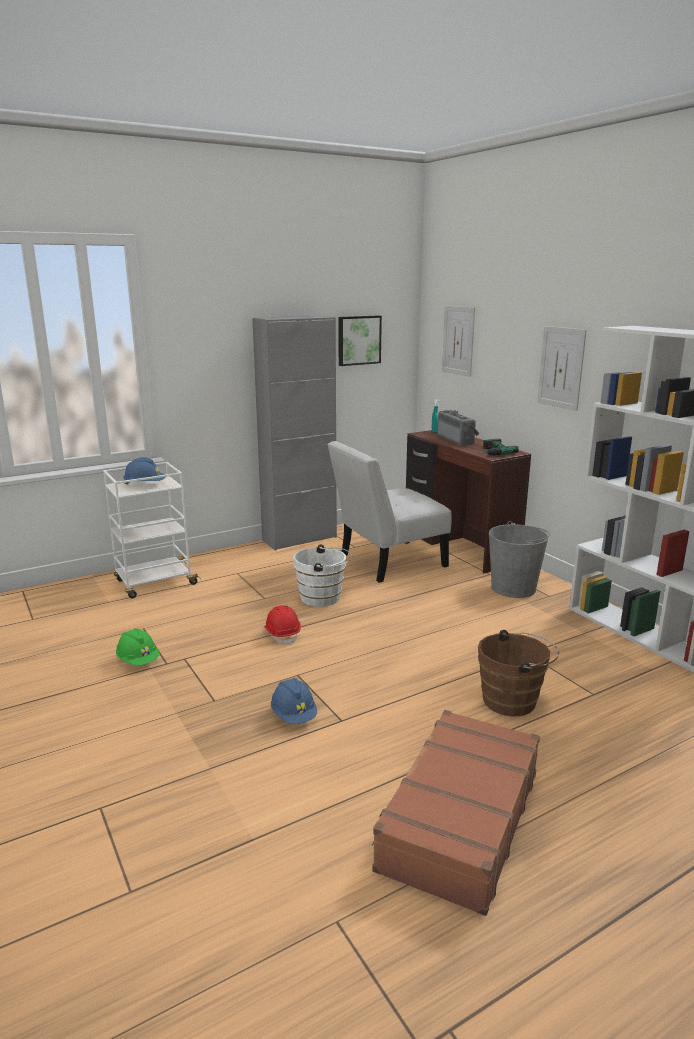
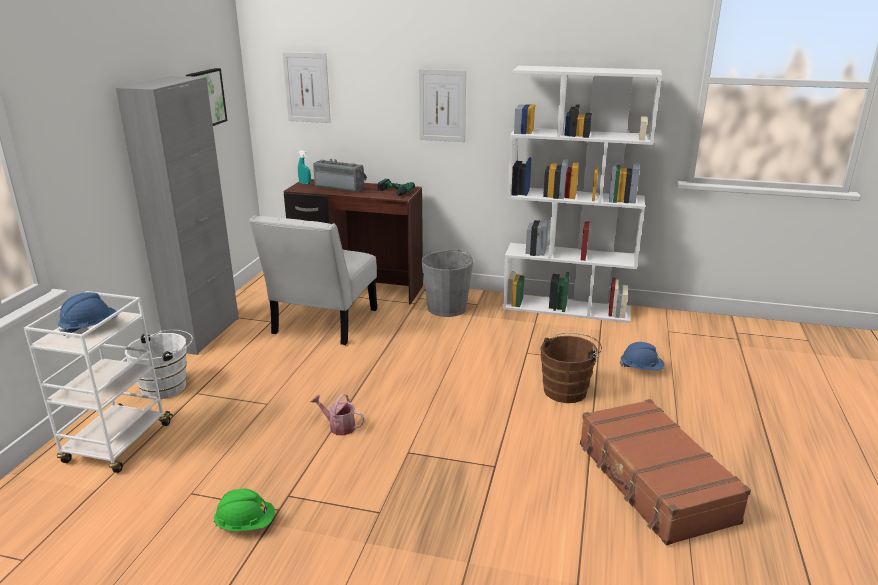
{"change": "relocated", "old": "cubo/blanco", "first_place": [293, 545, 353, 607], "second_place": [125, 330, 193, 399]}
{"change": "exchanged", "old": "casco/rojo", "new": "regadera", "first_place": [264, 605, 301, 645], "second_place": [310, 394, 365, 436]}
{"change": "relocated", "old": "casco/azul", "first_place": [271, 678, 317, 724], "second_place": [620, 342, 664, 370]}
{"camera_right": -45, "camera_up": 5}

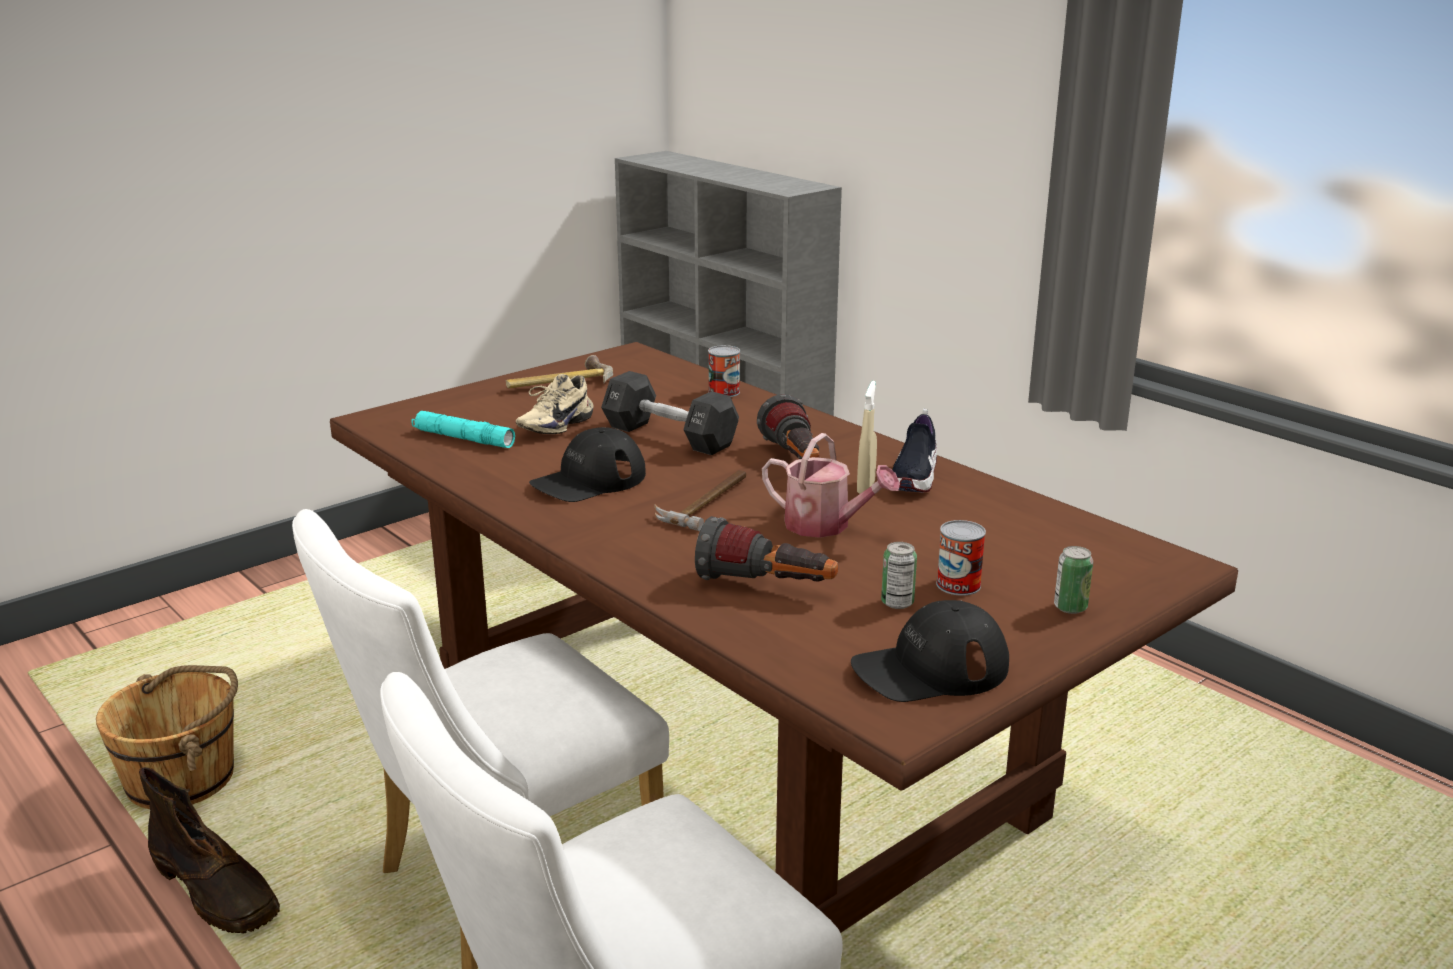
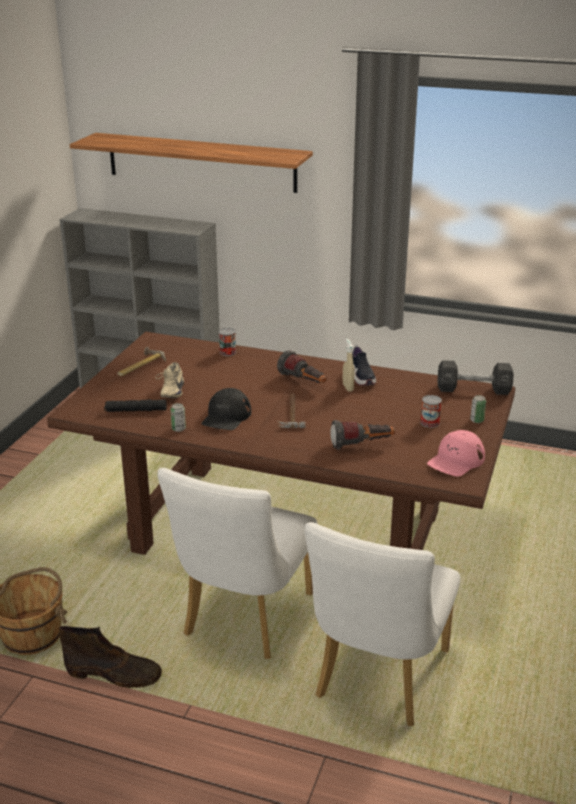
{"change": "appeared", "new": "estante", "second_place": [70, 133, 313, 193]}
{"change": "colour", "old": "linterna/turquesa", "new": "linterna/negro", "first_place": [412, 411, 515, 448], "second_place": [104, 399, 167, 412]}
{"change": "relocated", "old": "lata", "first_place": [881, 542, 917, 609], "second_place": [171, 403, 186, 432]}
{"change": "colour", "old": "gorra/negro", "new": "gorra/rosa", "first_place": [851, 600, 1009, 702], "second_place": [427, 430, 485, 477]}
{"change": "relocated", "old": "mancuerna/negro", "first_place": [601, 371, 739, 455], "second_place": [437, 360, 514, 395]}
{"change": "missing", "old": "regadera", "first_place": [762, 433, 900, 538]}
{"camera_right": -30, "camera_up": 5}

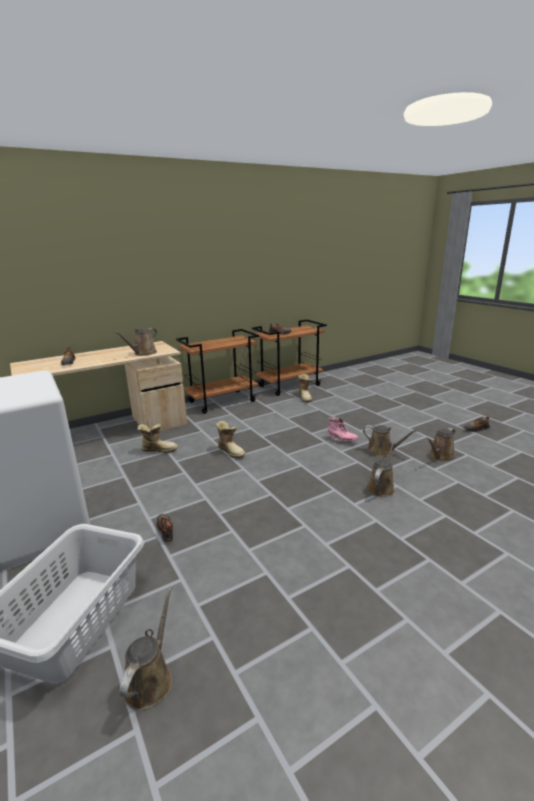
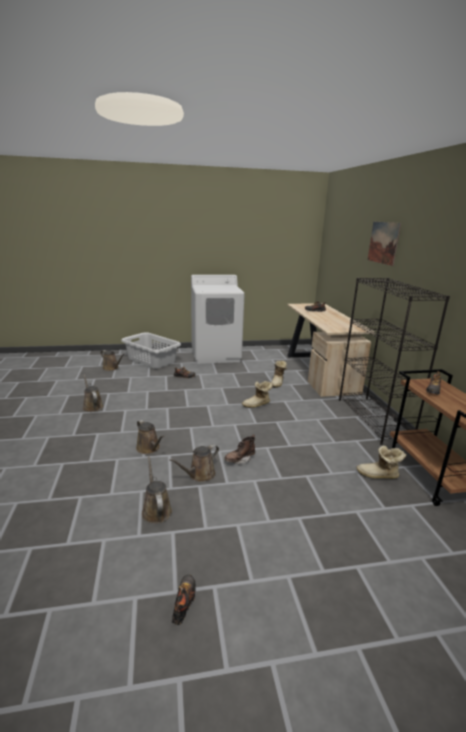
{"change": "relocated", "old": "regadera/marrón", "first_place": [114, 328, 157, 356], "second_place": [83, 374, 104, 412]}
{"change": "colour", "old": "bota/rosa", "new": "bota/marrón", "first_place": [328, 417, 358, 443], "second_place": [224, 435, 255, 464]}
{"change": "exchanged", "old": "carrito/marrón", "new": "estantería/negro", "first_place": [176, 329, 259, 414], "second_place": [339, 278, 450, 445]}
{"change": "appeared", "new": "cuadro", "second_place": [368, 222, 401, 266]}
{"camera_right": 110, "camera_up": 0}

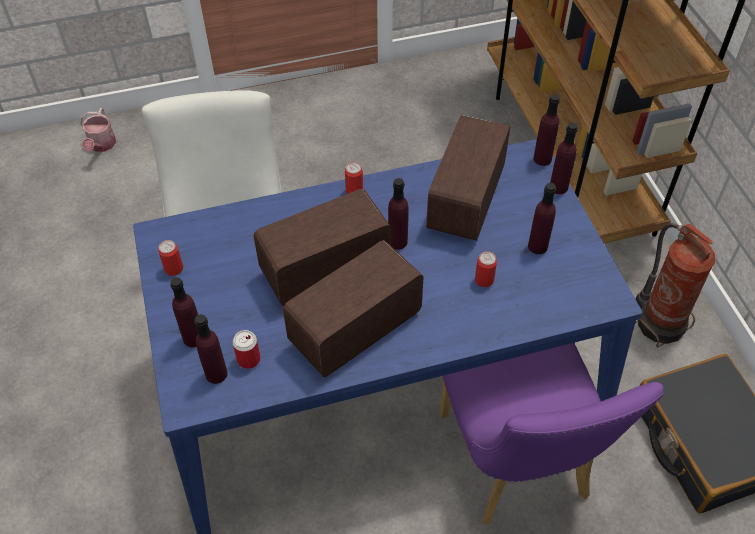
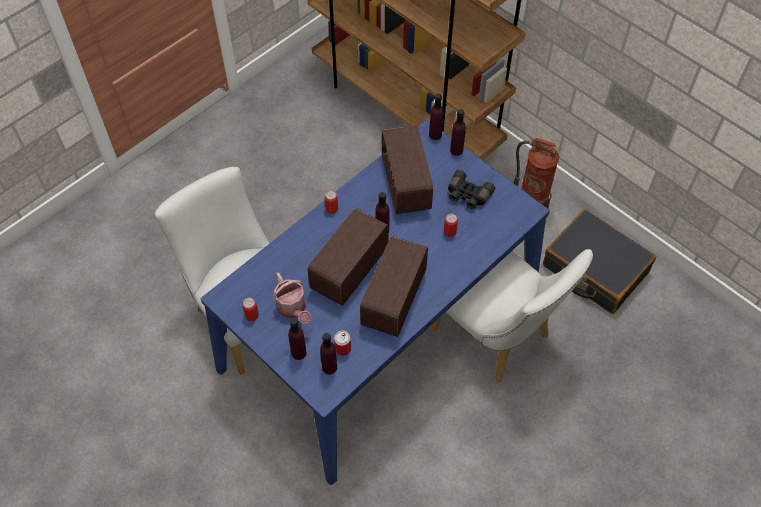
{"change": "relocated", "old": "regadera", "first_place": [81, 108, 116, 152], "second_place": [273, 272, 311, 325]}
{"change": "colour", "old": "silla/morado", "new": "silla/blanco", "first_place": [439, 343, 664, 525], "second_place": [431, 249, 593, 383]}
{"change": "exchanged", "old": "botella/morado", "new": "prismáticos/negro", "first_place": [528, 183, 556, 254], "second_place": [448, 170, 495, 209]}
{"camera_right": -30, "camera_up": 5}

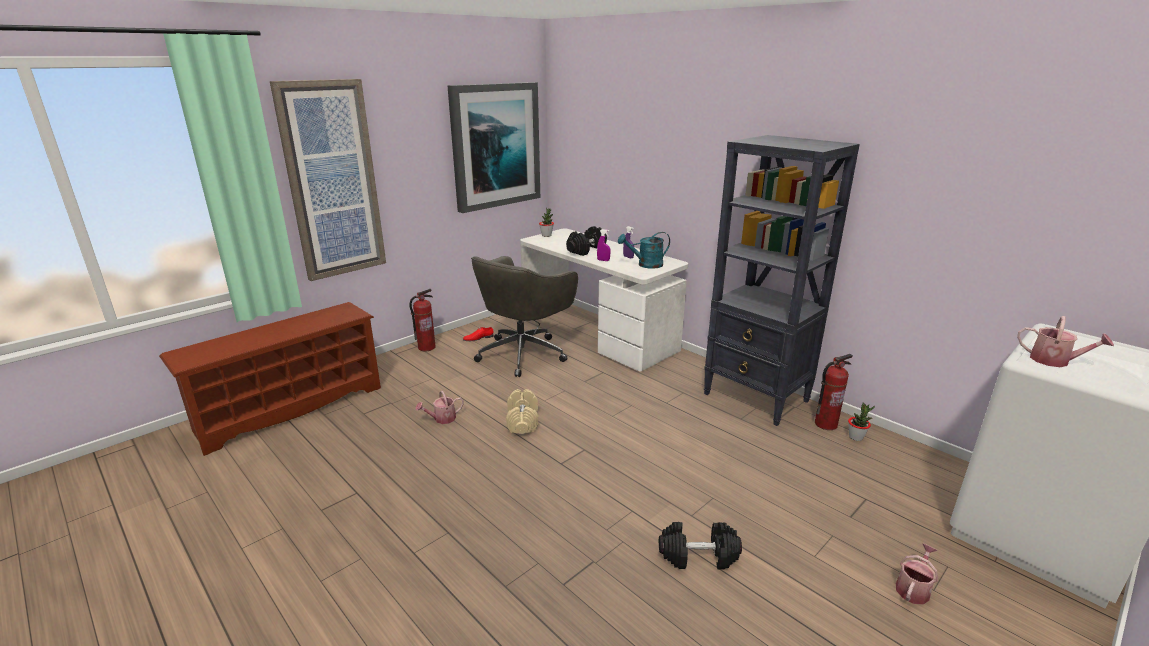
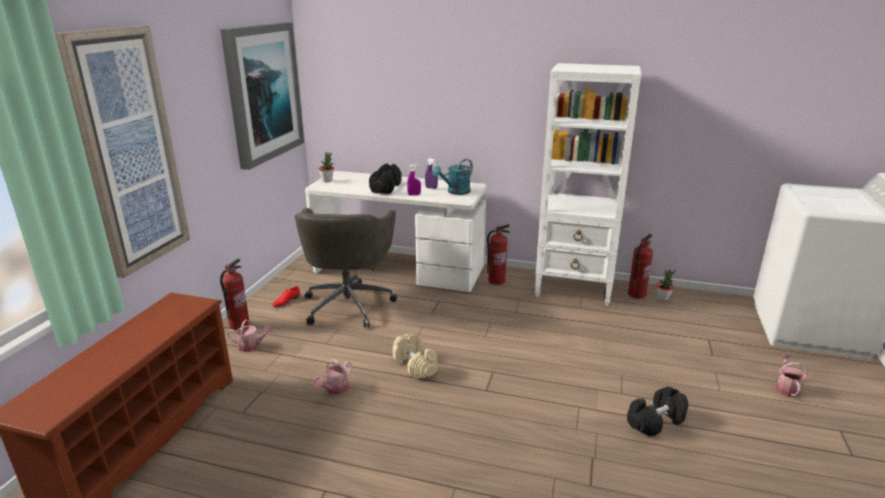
{"change": "relocated", "old": "regadera", "first_place": [1017, 316, 1114, 367], "second_place": [227, 319, 273, 352]}
{"change": "appeared", "new": "extintor", "second_place": [487, 224, 510, 285]}
{"change": "colour", "old": "estantería/negro", "new": "estantería/blanco", "first_place": [704, 135, 860, 426], "second_place": [535, 63, 641, 306]}
{"camera_right": -30, "camera_up": 0}

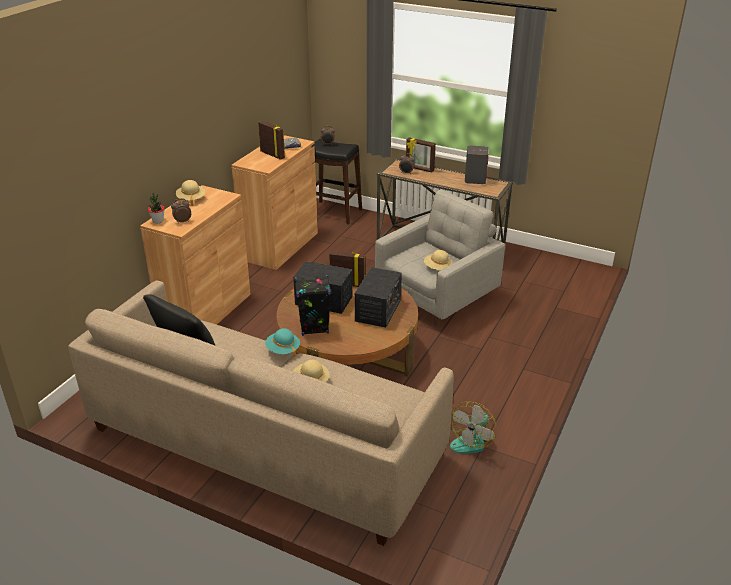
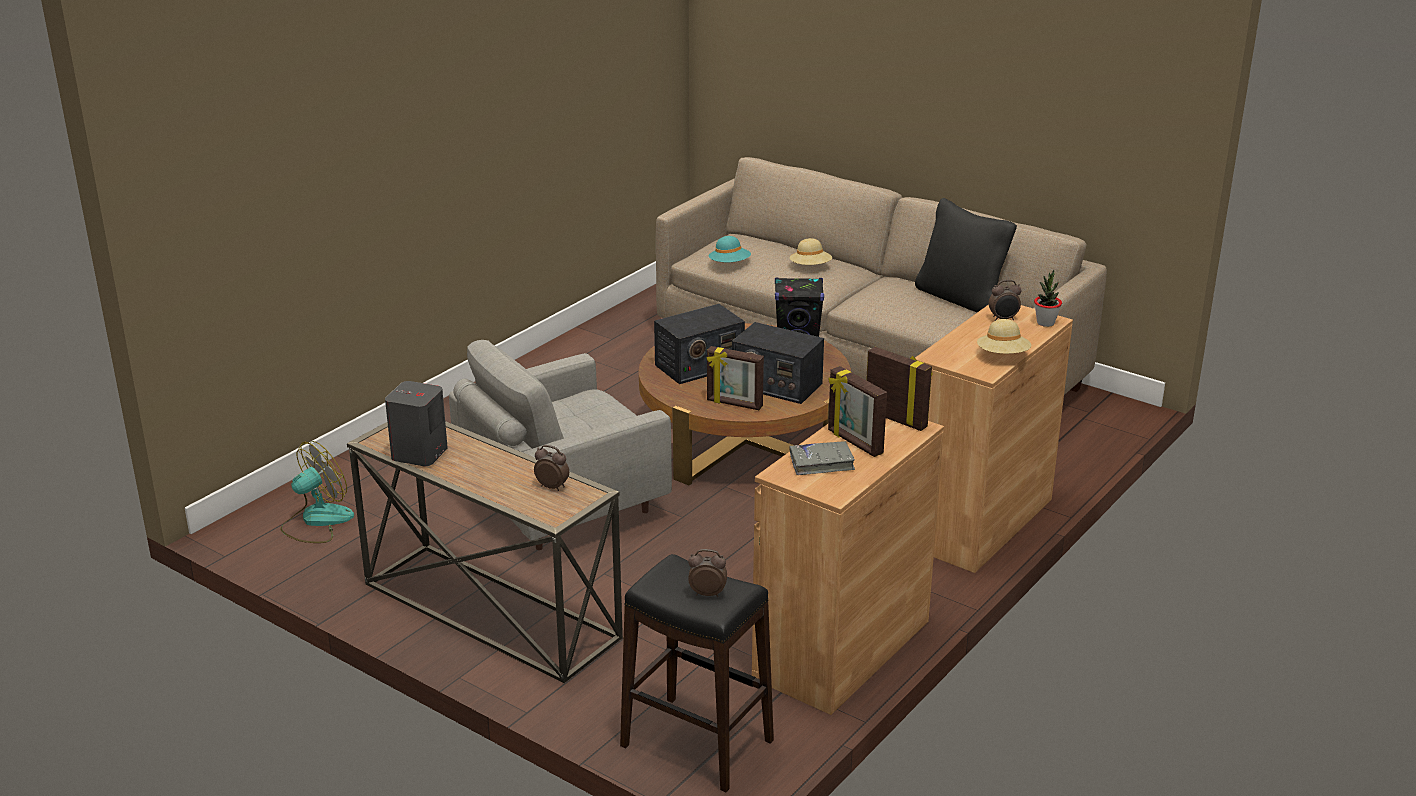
{"change": "relocated", "old": "ventilador", "first_place": [450, 401, 496, 454], "second_place": [280, 441, 354, 543]}
{"change": "spun", "old": "radio", "first_place": [355, 267, 402, 327], "second_place": [654, 304, 745, 384], "degrees": -150}
{"change": "relocated", "old": "sombrero/turquesa", "first_place": [265, 328, 300, 357], "second_place": [709, 236, 751, 262]}
{"change": "relocated", "old": "portarretratos", "first_place": [406, 137, 436, 173], "second_place": [866, 347, 933, 431]}
{"change": "missing", "old": "sombrero/beis", "first_place": [424, 250, 453, 270]}
{"camera_right": -170, "camera_up": -5}

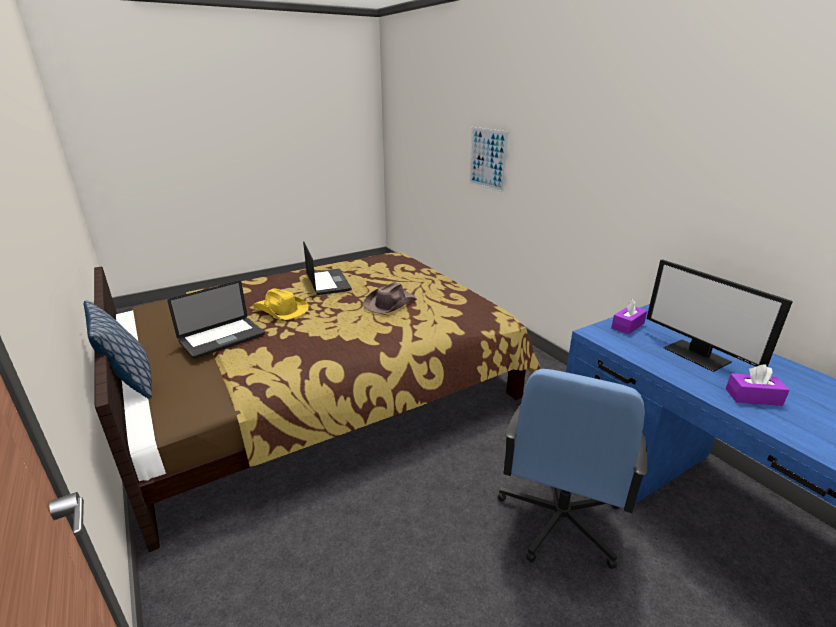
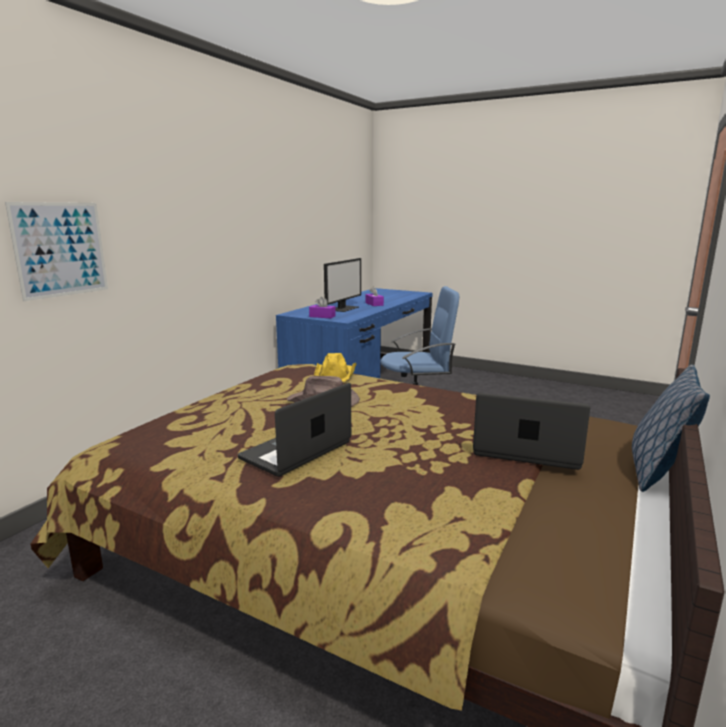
{"change": "relocated", "old": "sombrero/amarillo", "first_place": [252, 289, 308, 320], "second_place": [314, 353, 356, 382]}
{"camera_right": -120, "camera_up": -10}

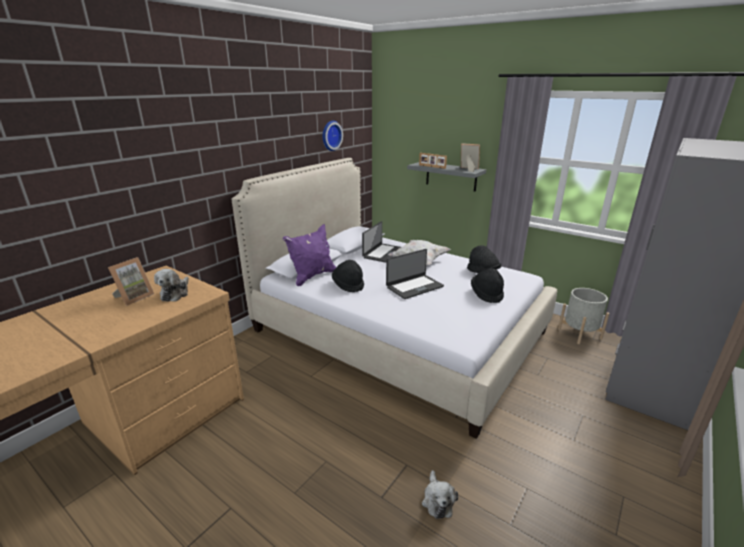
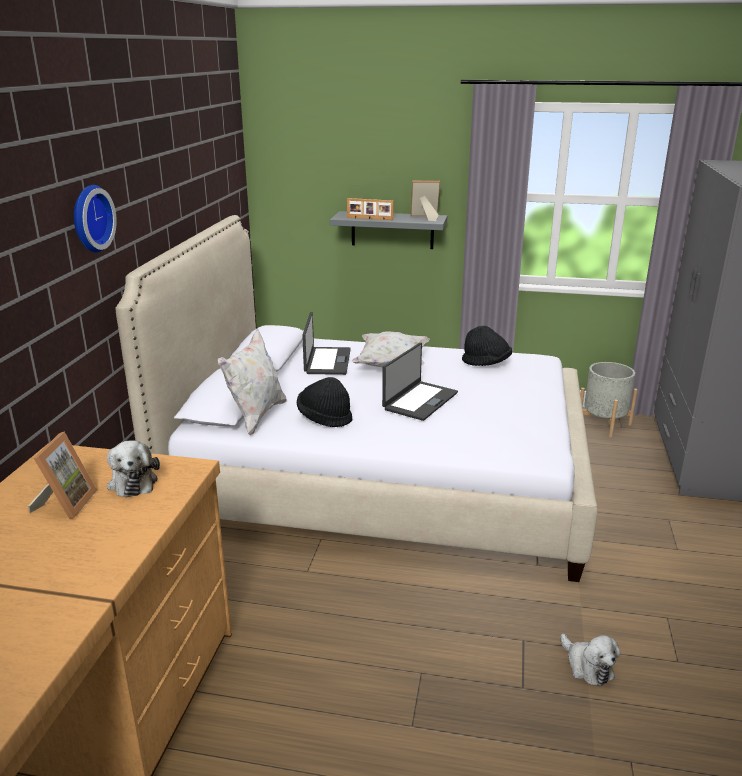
{"change": "relocated", "old": "reloj de pared", "first_place": [323, 121, 343, 151], "second_place": [74, 185, 117, 253]}
{"change": "colour", "old": "cojín/morado", "new": "cojín/blanco", "first_place": [283, 224, 336, 286], "second_place": [218, 329, 286, 435]}
{"change": "missing", "old": "sombrero/negro", "first_place": [471, 268, 504, 303]}
{"camera_right": -25, "camera_up": 0}

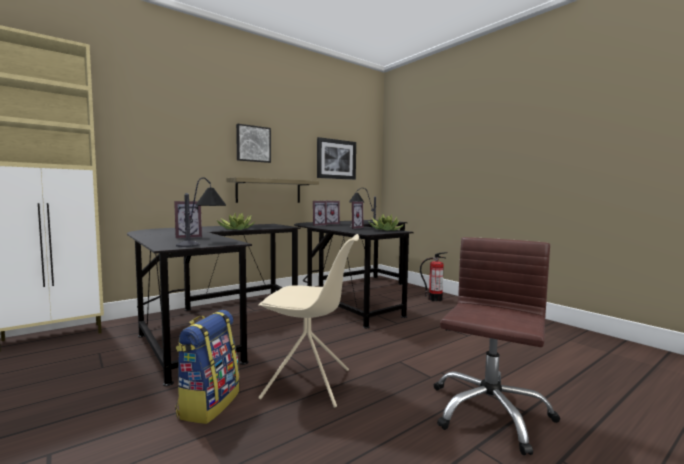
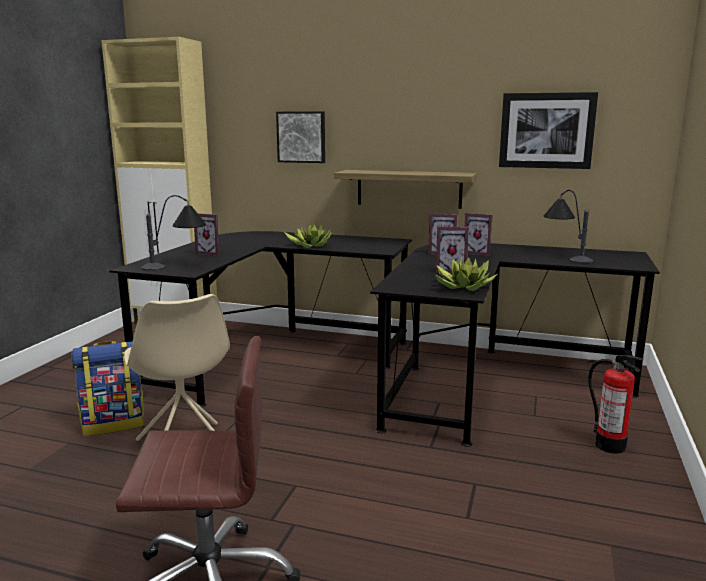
{"change": "relocated", "old": "cuadro", "first_place": [236, 124, 271, 163], "second_place": [276, 111, 325, 163]}
{"camera_right": 55, "camera_up": 10}

